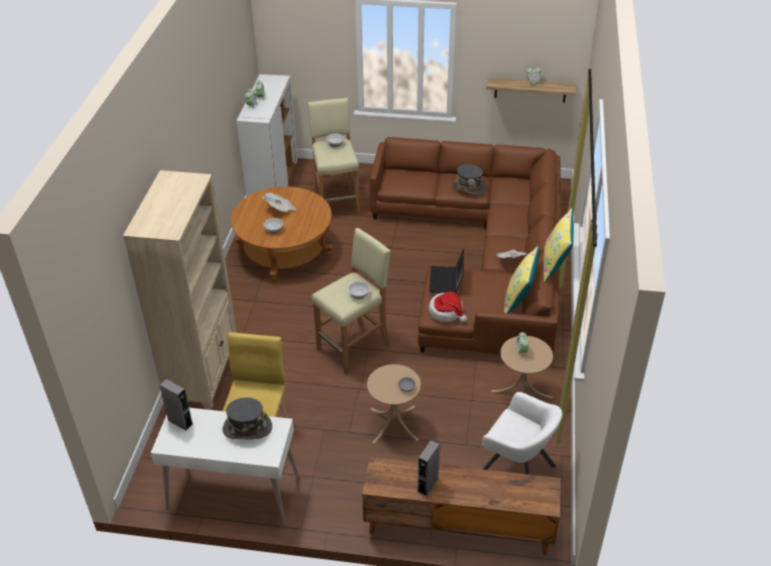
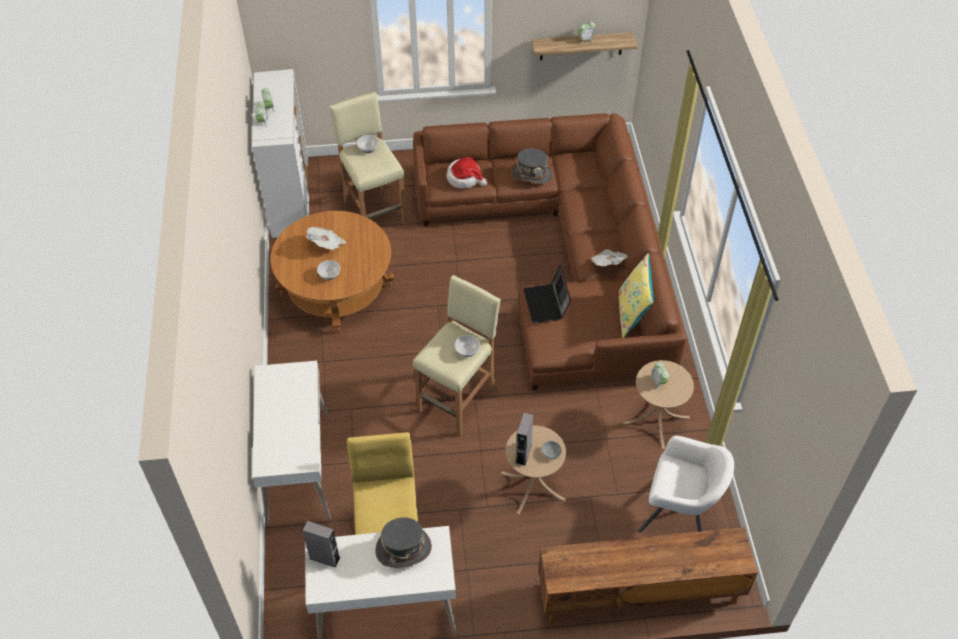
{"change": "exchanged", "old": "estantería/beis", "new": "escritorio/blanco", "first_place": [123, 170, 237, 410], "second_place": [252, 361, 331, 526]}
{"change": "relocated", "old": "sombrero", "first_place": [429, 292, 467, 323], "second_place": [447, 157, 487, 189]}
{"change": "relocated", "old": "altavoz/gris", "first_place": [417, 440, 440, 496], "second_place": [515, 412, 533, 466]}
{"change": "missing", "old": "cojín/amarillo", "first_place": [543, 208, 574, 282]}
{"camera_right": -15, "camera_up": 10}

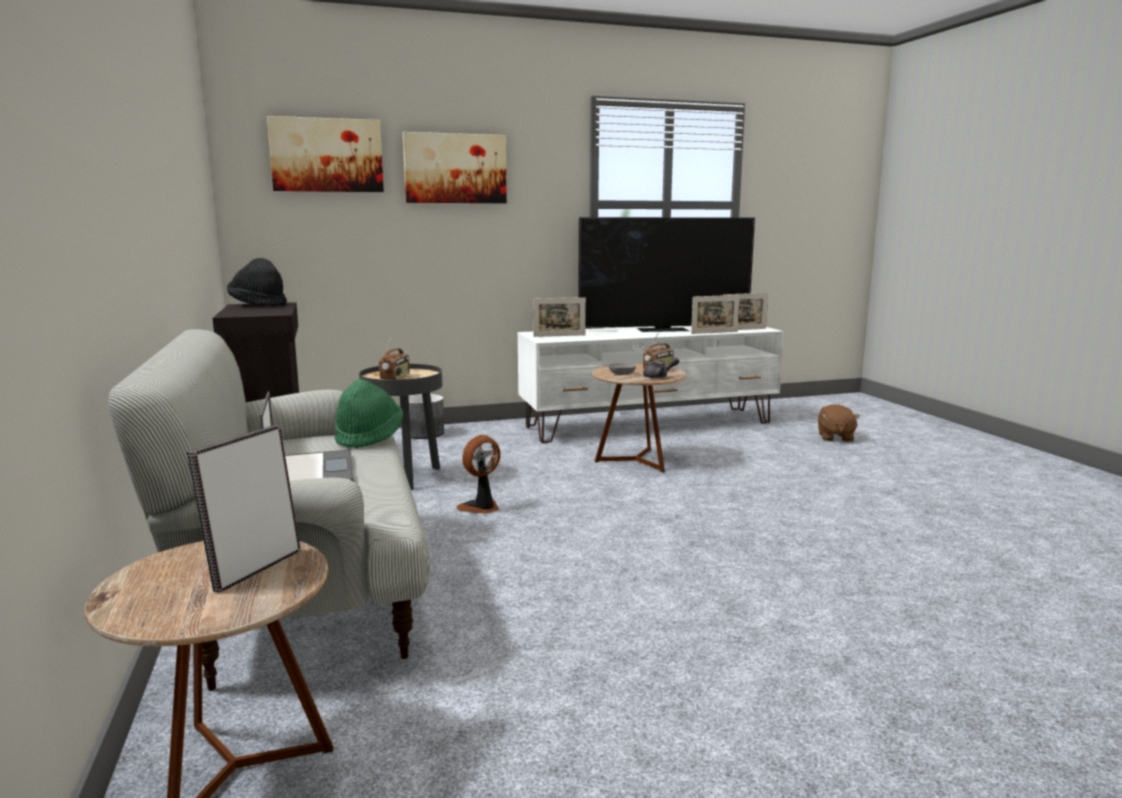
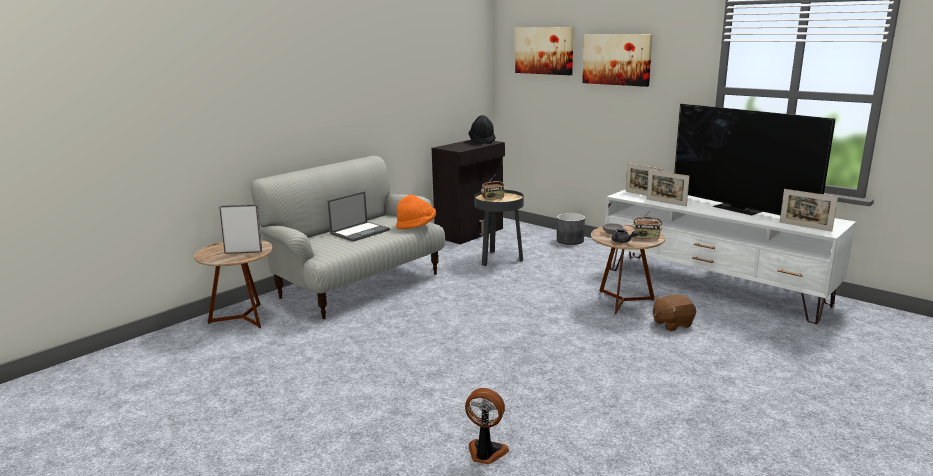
{"change": "colour", "old": "sombrero/verde", "new": "sombrero/naranja", "first_place": [335, 379, 403, 449], "second_place": [396, 195, 436, 229]}
{"change": "relocated", "old": "ventilador", "first_place": [457, 435, 500, 514], "second_place": [465, 388, 509, 465]}
{"change": "relocated", "old": "portarretratos", "first_place": [691, 295, 740, 334], "second_place": [647, 170, 690, 207]}
{"change": "relocated", "old": "peluche/marrón", "first_place": [818, 404, 860, 442], "second_place": [653, 294, 696, 331]}
{"camera_right": 60, "camera_up": 5}

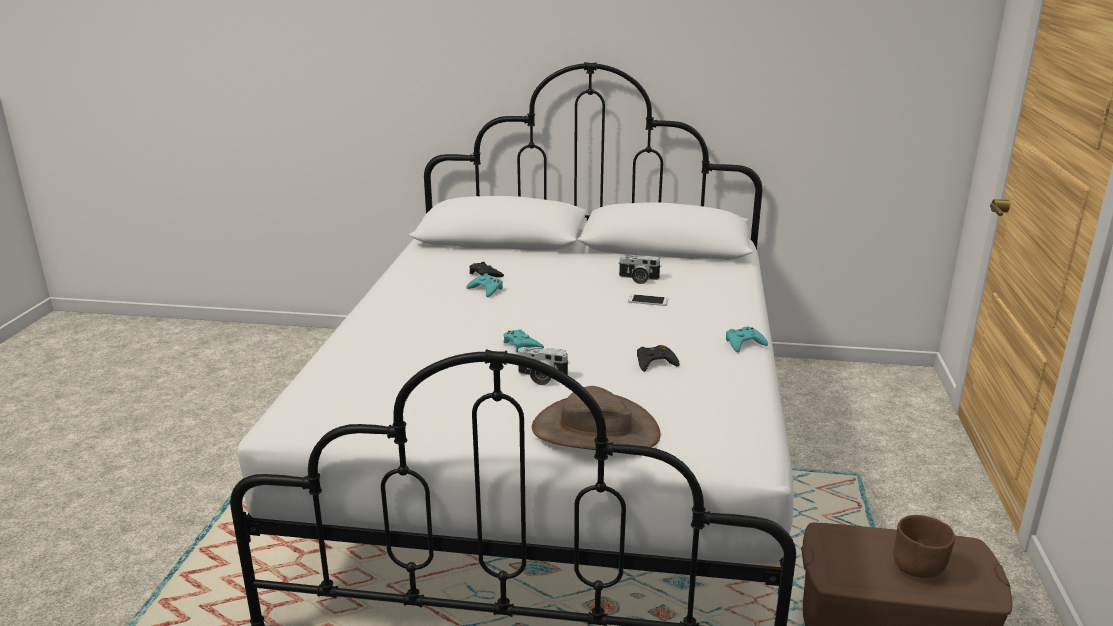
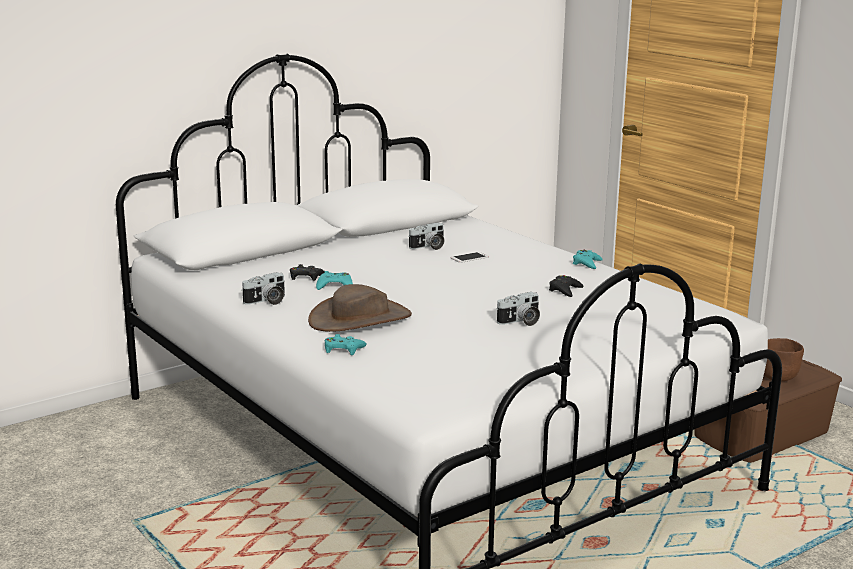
{"change": "appeared", "new": "cámara", "second_place": [241, 272, 285, 305]}
{"change": "relocated", "old": "sombrero/marrón", "first_place": [532, 386, 661, 450], "second_place": [308, 284, 412, 332]}
{"change": "relocated", "old": "mando de consola/turquesa", "first_place": [503, 329, 544, 352], "second_place": [325, 334, 367, 355]}
{"camera_right": -45, "camera_up": -5}

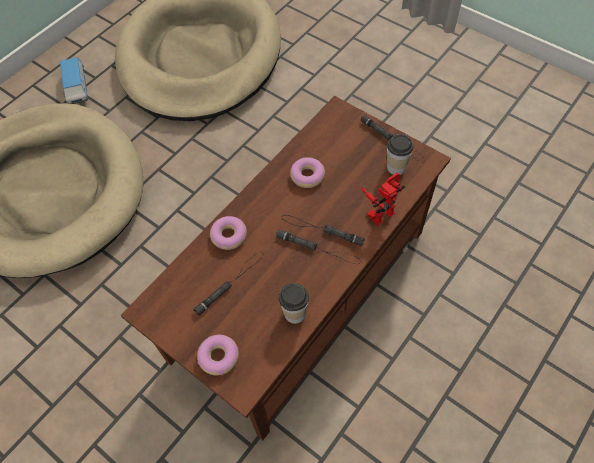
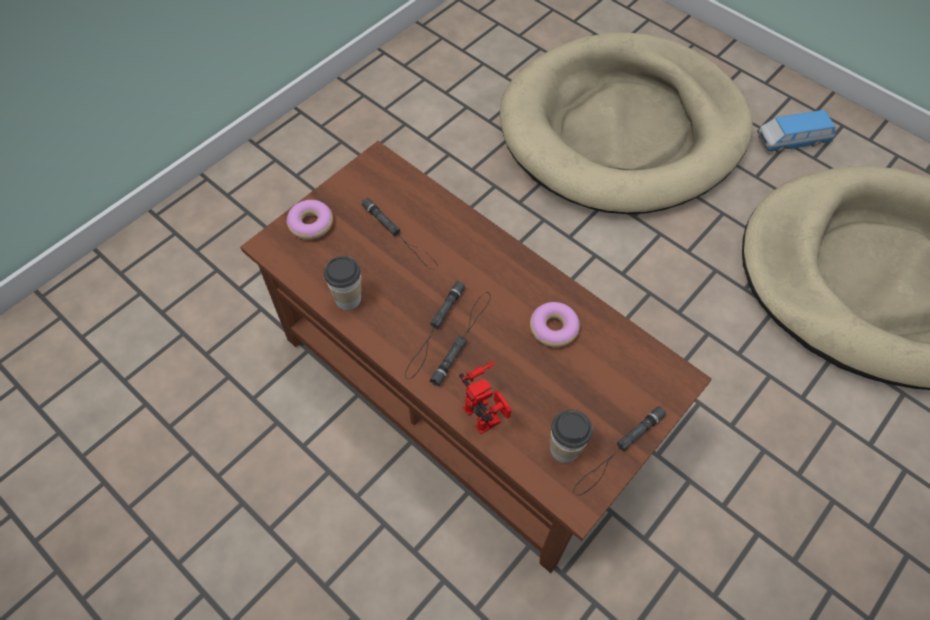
{"change": "missing", "old": "rosquilla", "first_place": [210, 216, 247, 250]}
{"camera_right": 90, "camera_up": 0}

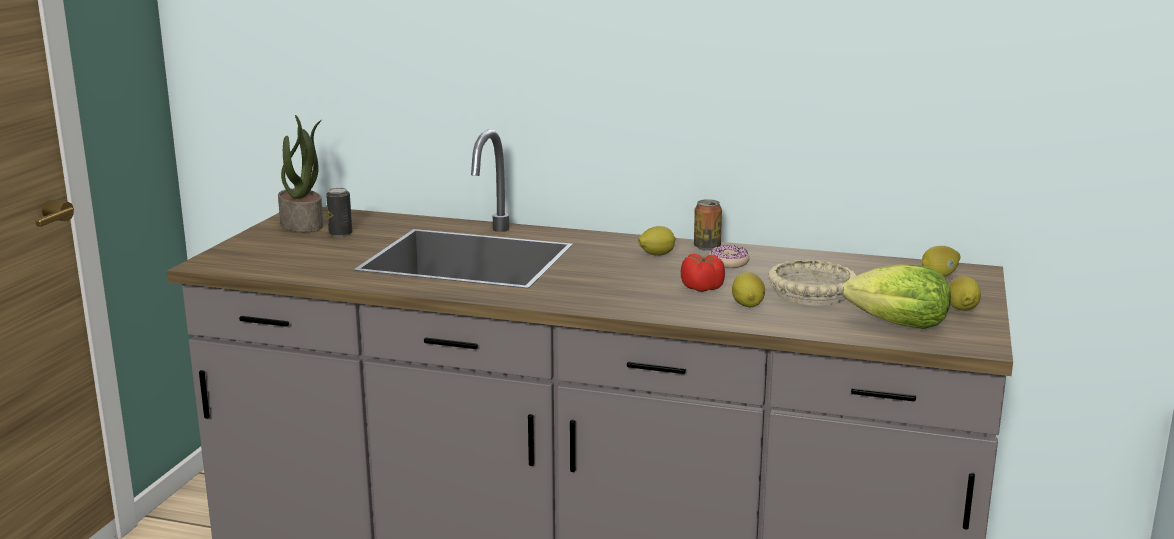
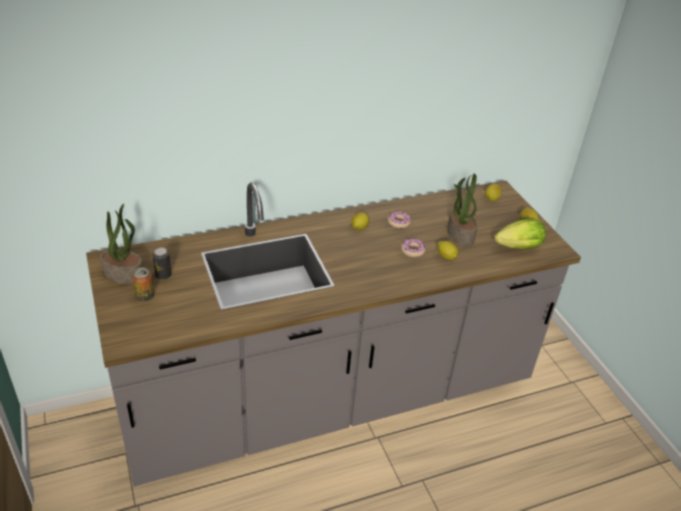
{"change": "relocated", "old": "lata", "first_place": [694, 199, 722, 251], "second_place": [132, 268, 154, 302]}
{"change": "exchanged", "old": "tomate", "new": "rosquilla", "first_place": [681, 254, 725, 292], "second_place": [401, 239, 426, 257]}
{"change": "exchanged", "old": "cuenco/beis", "new": "planta en maceta", "first_place": [768, 260, 857, 306], "second_place": [447, 174, 478, 247]}
{"camera_right": -40, "camera_up": 20}

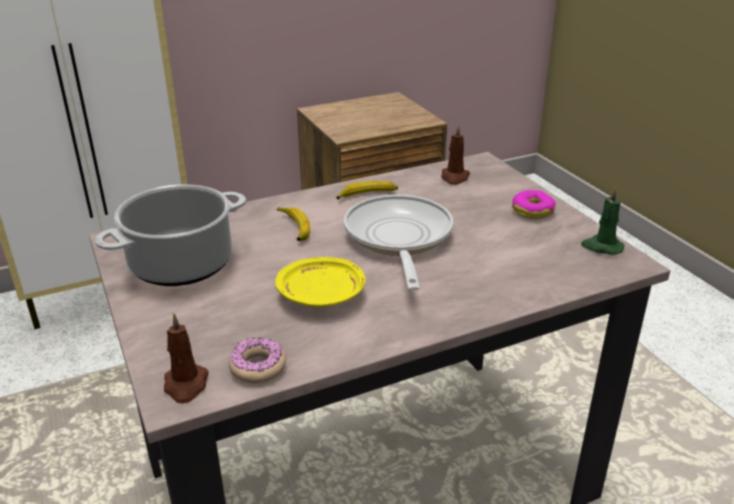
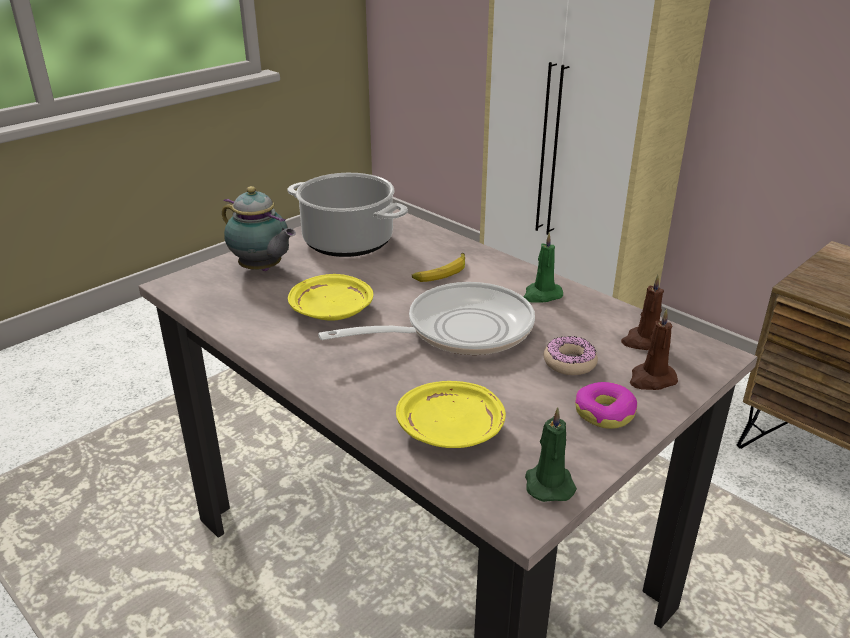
{"change": "appeared", "new": "tetera", "second_place": [222, 186, 296, 271]}
{"change": "appeared", "new": "plato/amarillo", "second_place": [396, 381, 506, 448]}
{"change": "exchanged", "old": "plátano", "new": "vela/verde", "first_place": [337, 181, 398, 200], "second_place": [523, 233, 563, 303]}
{"change": "relocated", "old": "rosquilla", "first_place": [229, 337, 286, 383], "second_place": [544, 336, 598, 375]}
{"change": "relocated", "old": "vela/marrón", "first_place": [164, 313, 209, 404], "second_place": [630, 308, 678, 390]}
{"camera_right": 70, "camera_up": 0}

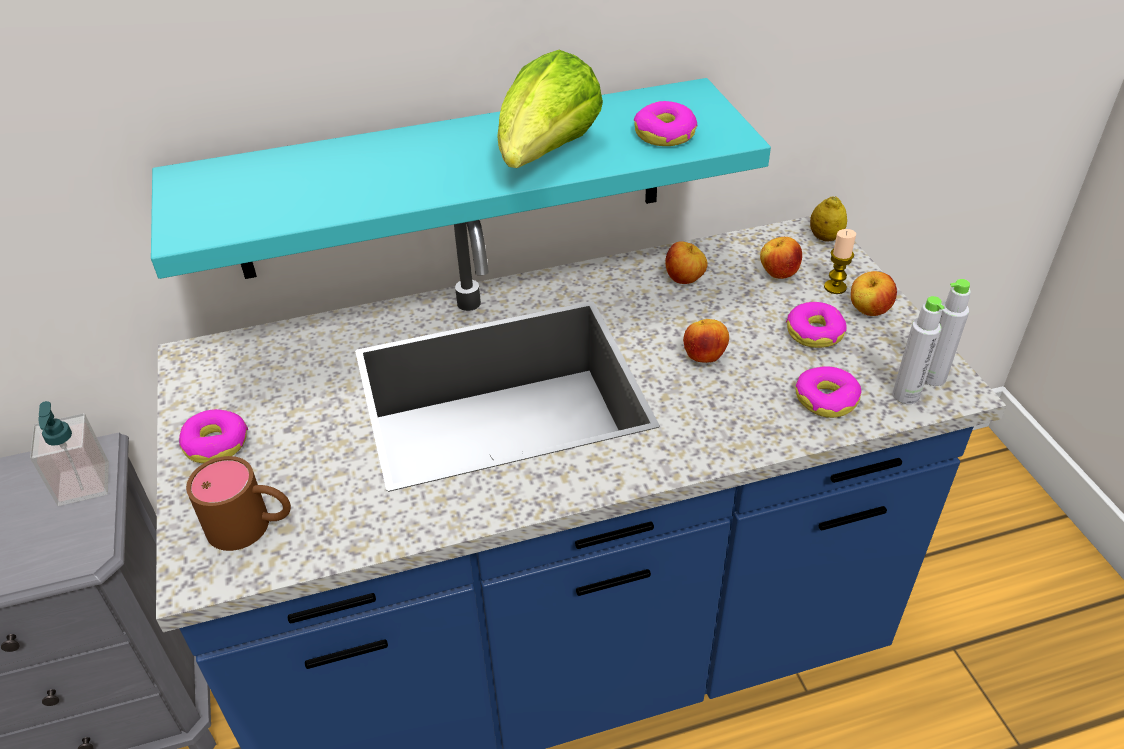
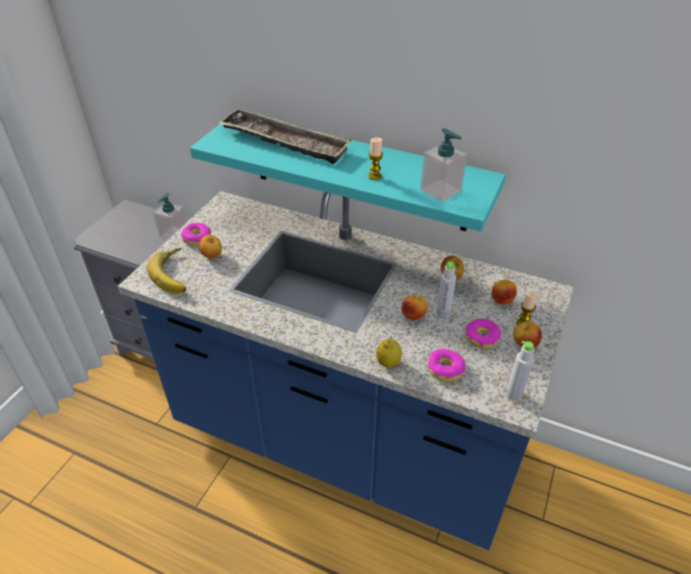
{"change": "exchanged", "old": "taza grande/marrón", "new": "plátano", "first_place": [186, 456, 291, 551], "second_place": [147, 248, 186, 294]}
{"change": "appeared", "new": "manzana", "second_place": [199, 235, 222, 259]}
{"change": "appeared", "new": "bandeja", "second_place": [218, 108, 352, 164]}
{"change": "exchanged", "old": "lechuga", "new": "vela", "first_place": [497, 50, 603, 168], "second_place": [368, 138, 383, 180]}
{"change": "relocated", "old": "limón", "first_place": [810, 196, 847, 241], "second_place": [376, 339, 402, 368]}
{"change": "exchanged", "old": "rosquilla", "new": "dispensador de jabón", "first_place": [634, 101, 697, 146], "second_place": [420, 128, 468, 203]}
{"change": "relocated", "old": "botella/gris", "first_place": [893, 296, 945, 404], "second_place": [436, 261, 456, 318]}
{"camera_right": 40, "camera_up": 0}

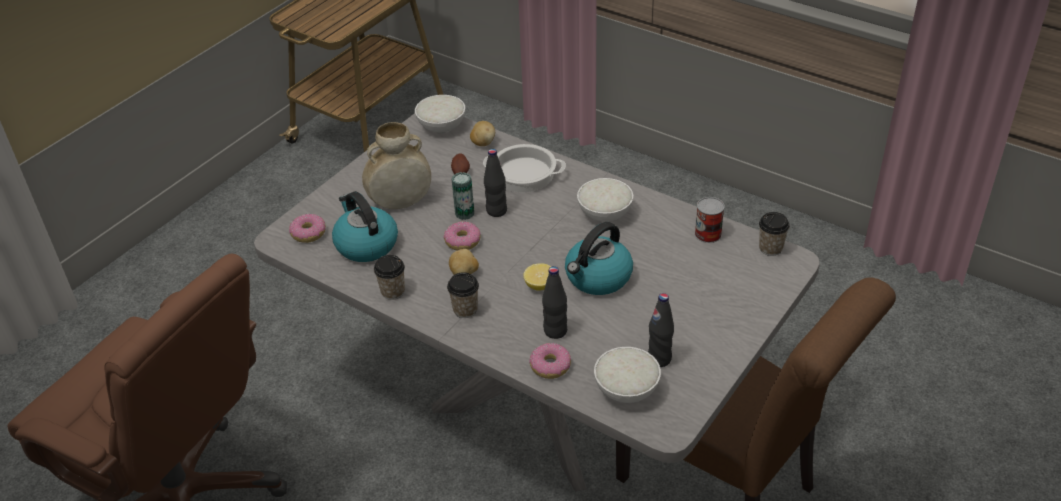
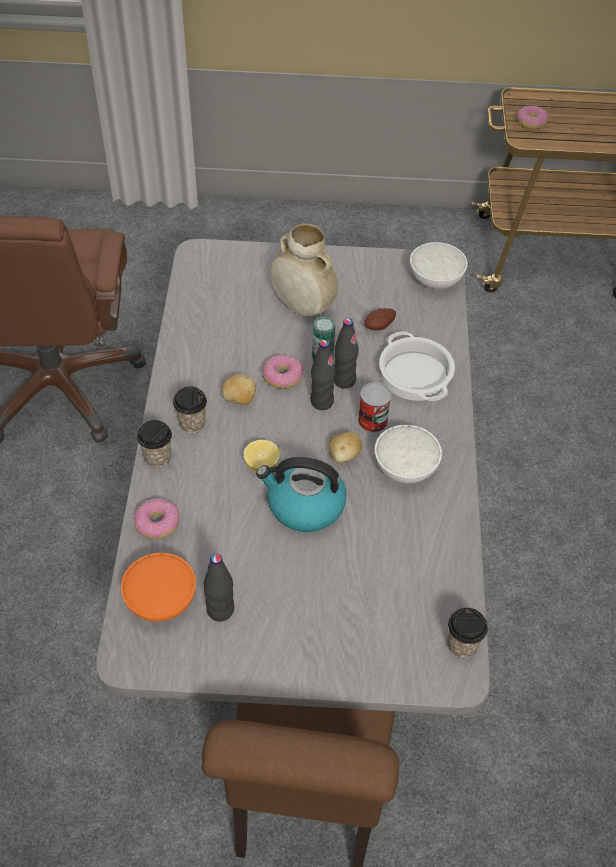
{"change": "colour", "old": "cuenco/blanco", "new": "cuenco/naranja", "first_place": [594, 347, 661, 403], "second_place": [121, 553, 196, 622]}
{"change": "relocated", "old": "taza", "first_place": [374, 255, 405, 300], "second_place": [137, 420, 172, 468]}
{"change": "relocated", "old": "botella/negro", "first_place": [542, 266, 567, 339], "second_place": [310, 340, 336, 410]}
{"change": "relocated", "old": "patata", "first_place": [470, 121, 495, 146], "second_place": [329, 432, 362, 463]}
{"change": "relocated", "old": "lata", "first_place": [695, 197, 725, 243], "second_place": [358, 382, 391, 433]}
{"change": "relocated", "old": "rosquilla", "first_place": [289, 214, 326, 243], "second_place": [517, 106, 548, 129]}
{"change": "missing", "old": "hervidor", "first_place": [332, 191, 398, 262]}
{"camera_right": 55, "camera_up": 10}

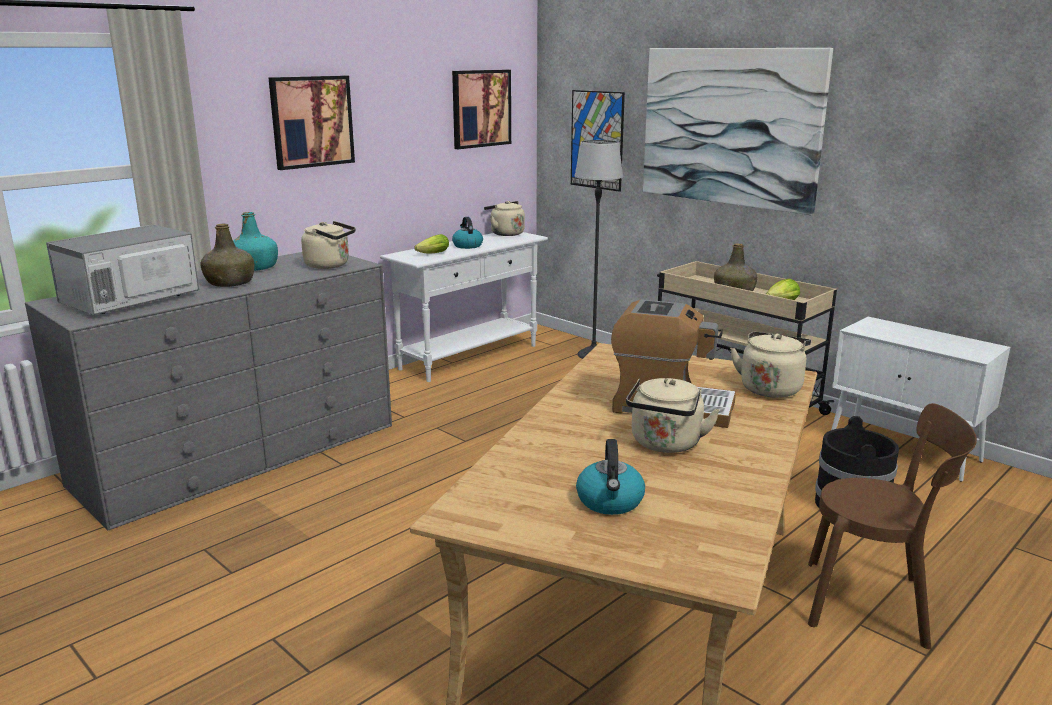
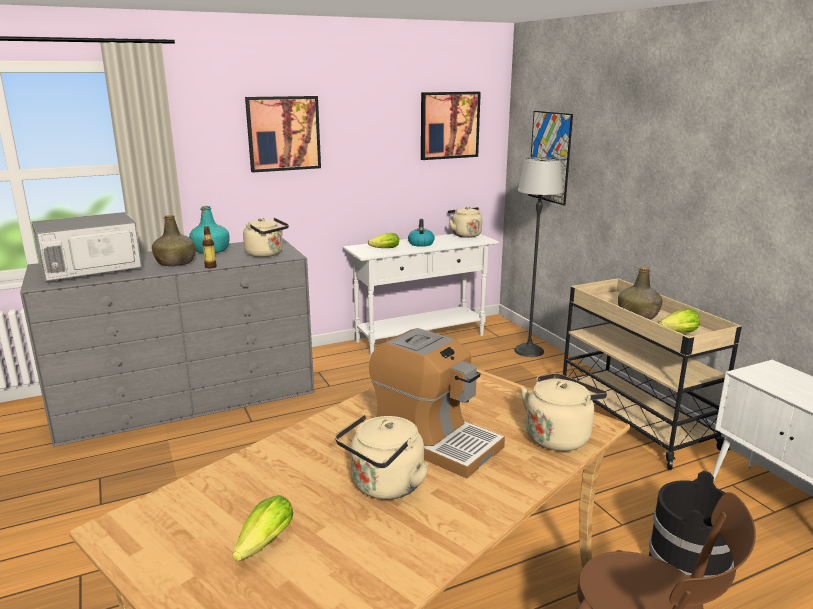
{"change": "appeared", "new": "botella", "second_place": [202, 226, 217, 268]}
{"change": "exchanged", "old": "hervidor", "new": "lechuga", "first_place": [576, 439, 645, 515], "second_place": [232, 495, 293, 561]}
{"change": "missing", "old": "cuadro", "first_place": [643, 48, 833, 215]}
{"camera_right": 20, "camera_up": 0}

